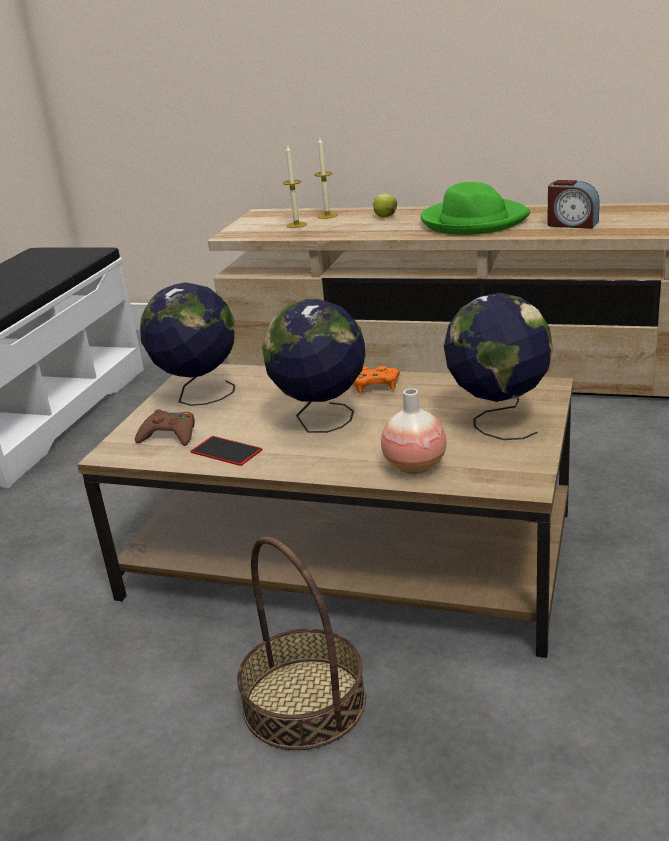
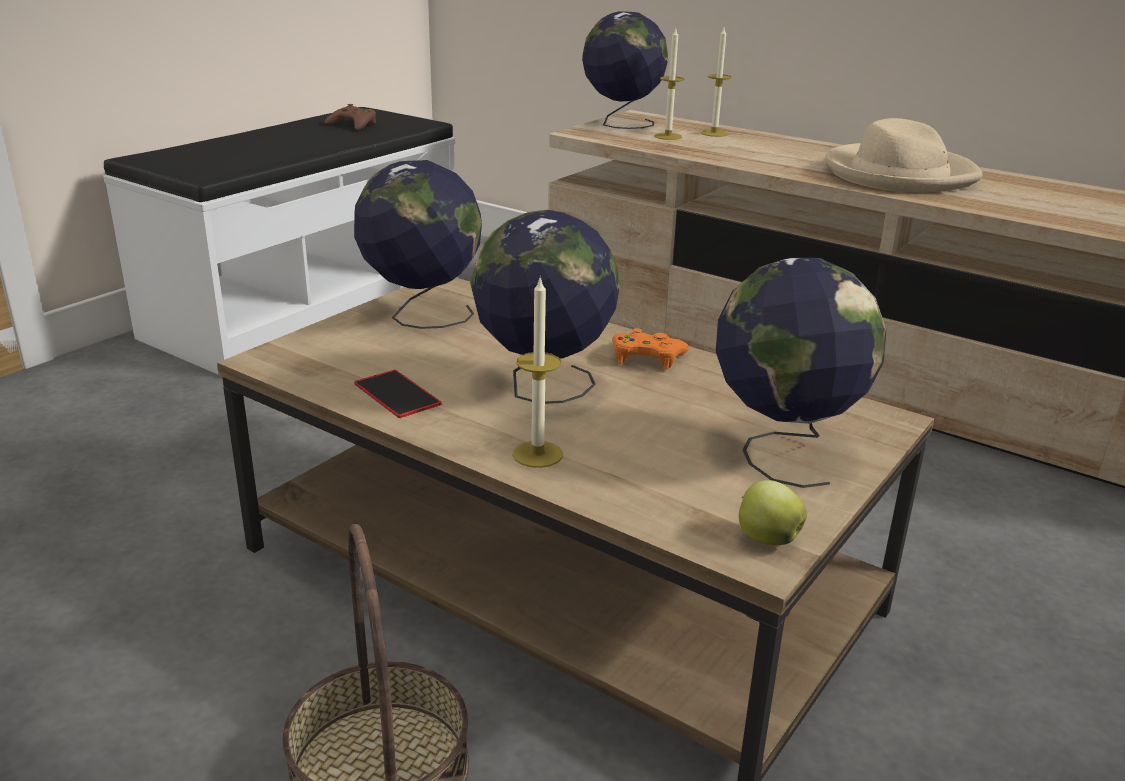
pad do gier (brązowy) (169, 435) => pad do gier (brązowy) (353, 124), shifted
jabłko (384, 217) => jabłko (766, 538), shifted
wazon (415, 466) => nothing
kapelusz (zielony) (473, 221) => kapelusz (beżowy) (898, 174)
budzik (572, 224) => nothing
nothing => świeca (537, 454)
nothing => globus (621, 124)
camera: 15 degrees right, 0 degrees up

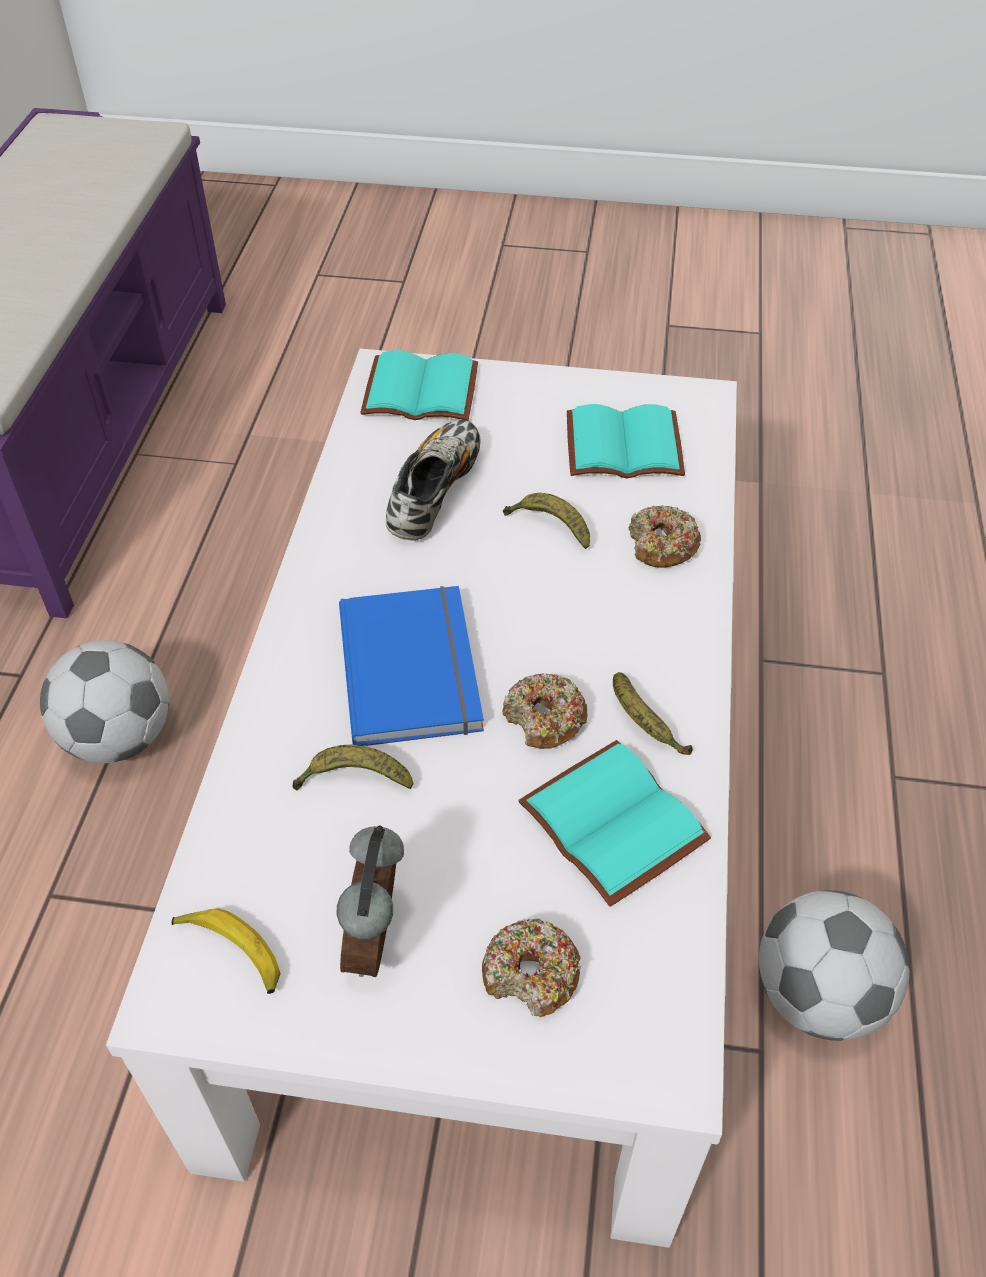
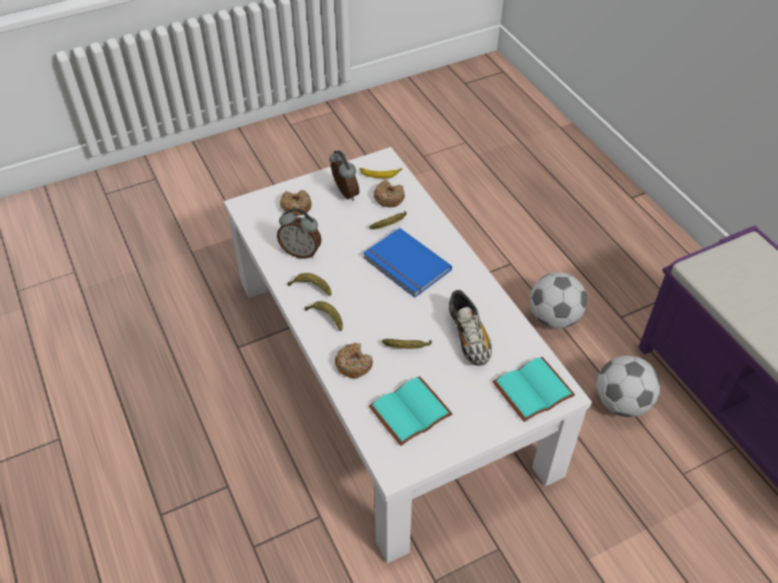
donut (544, 720) => donut (389, 198), shifted
książka (turkusowy) (607, 823) => budzik (301, 252)
piłka futbolowa (818, 996) => piłka futbolowa (621, 403), shifted
nothing => banan (326, 318)
camera: 145 degrees right, 0 degrees up

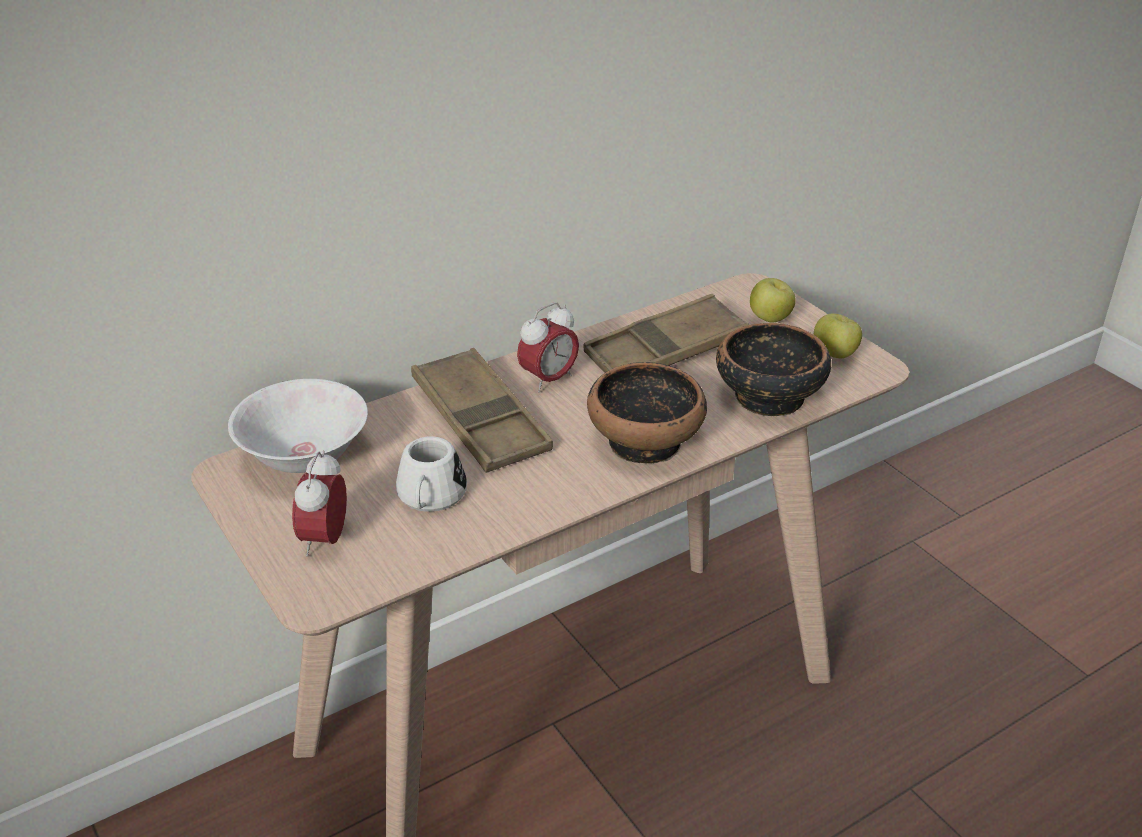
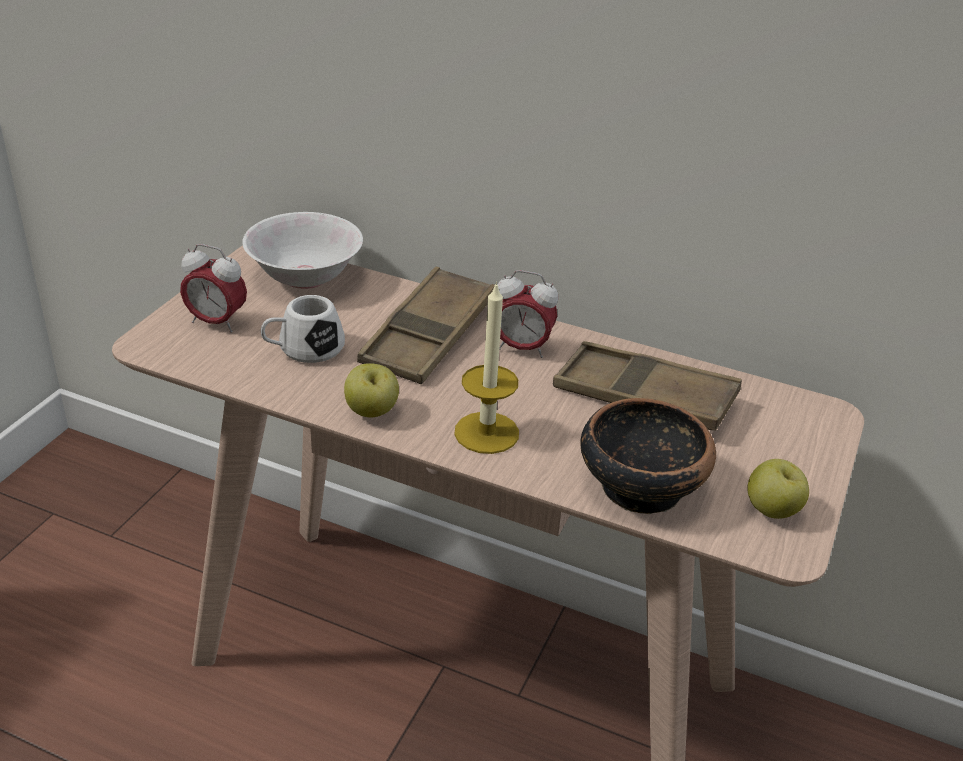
budzik (325, 540) => budzik (216, 322), 135 degrees counterclockwise
miska (646, 441) => świeca (486, 432)
jabłko (770, 319) => jabłko (371, 412), shifted
camera: 55 degrees right, 0 degrees up

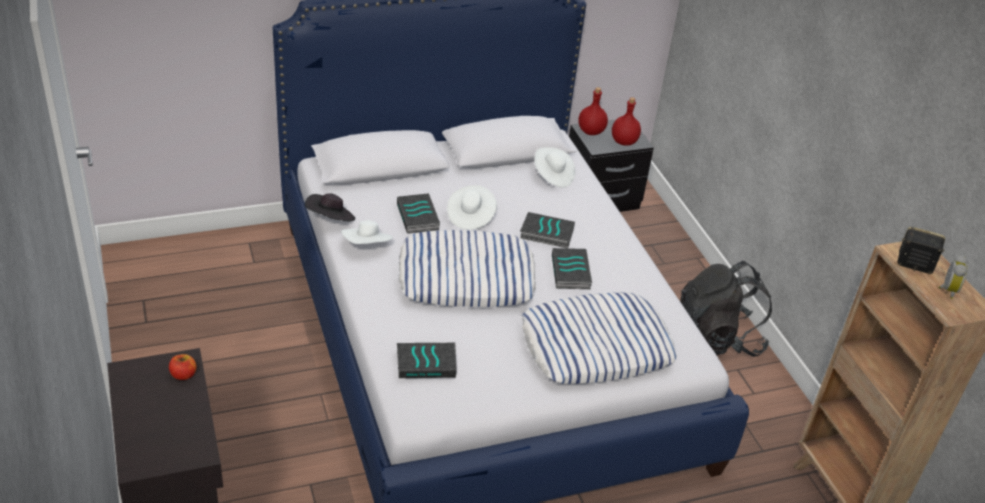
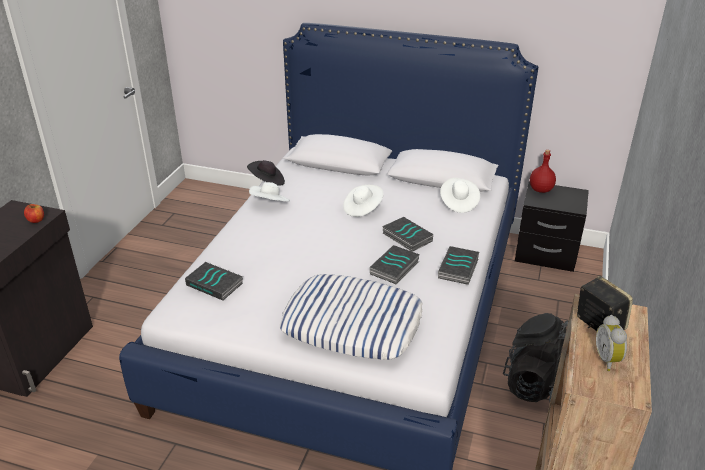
książka (419, 217) => książka (459, 269), shifted
poduszka (466, 277) => nothing
butelka (czerwony) (624, 142) => nothing
budzik (946, 290) => budzik (608, 360), 120 degrees clockwise
camera: 40 degrees right, 5 degrees down

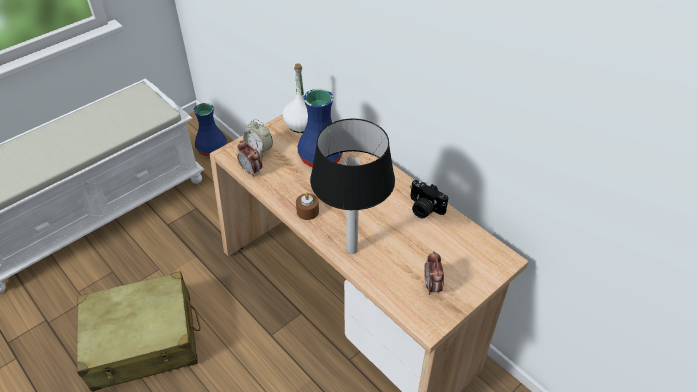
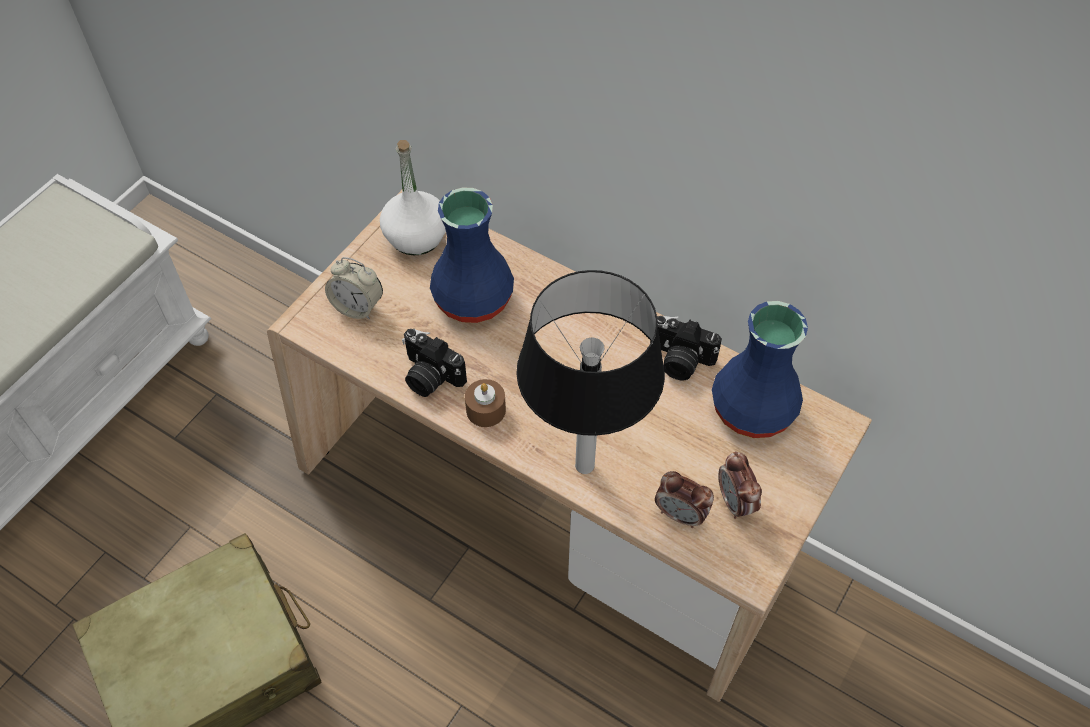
wazon (niebieski) (212, 150) => wazon (niebieski) (753, 410), shifted
budzik (251, 171) => budzik (680, 514), shifted
nothing => aparat fotograficzny (429, 376)
camera: 15 degrees left, 10 degrees up

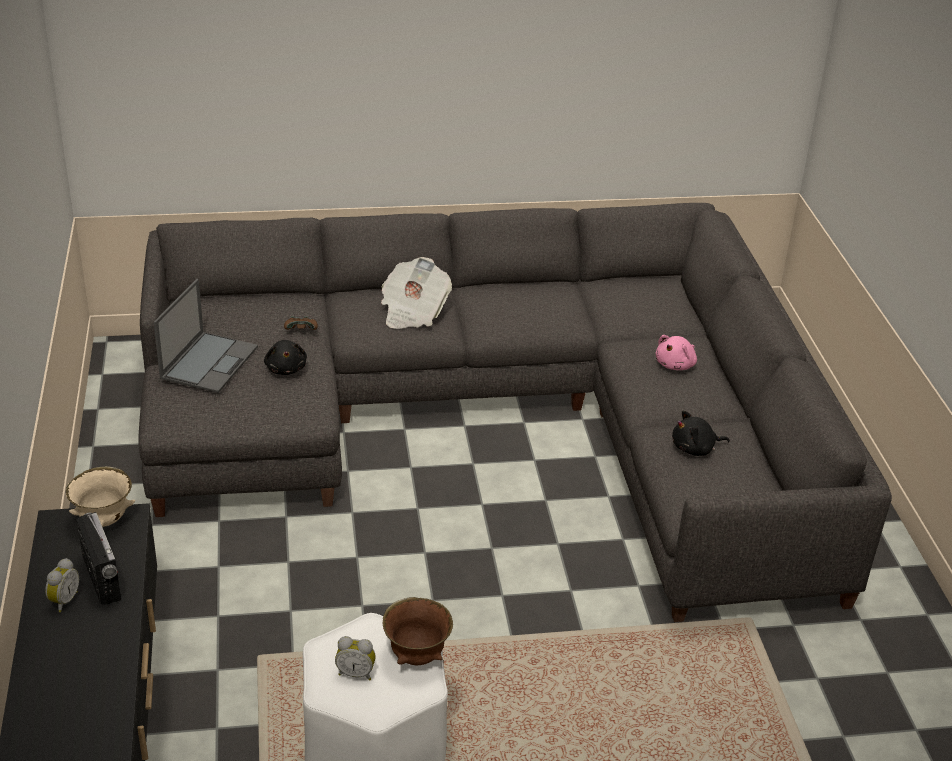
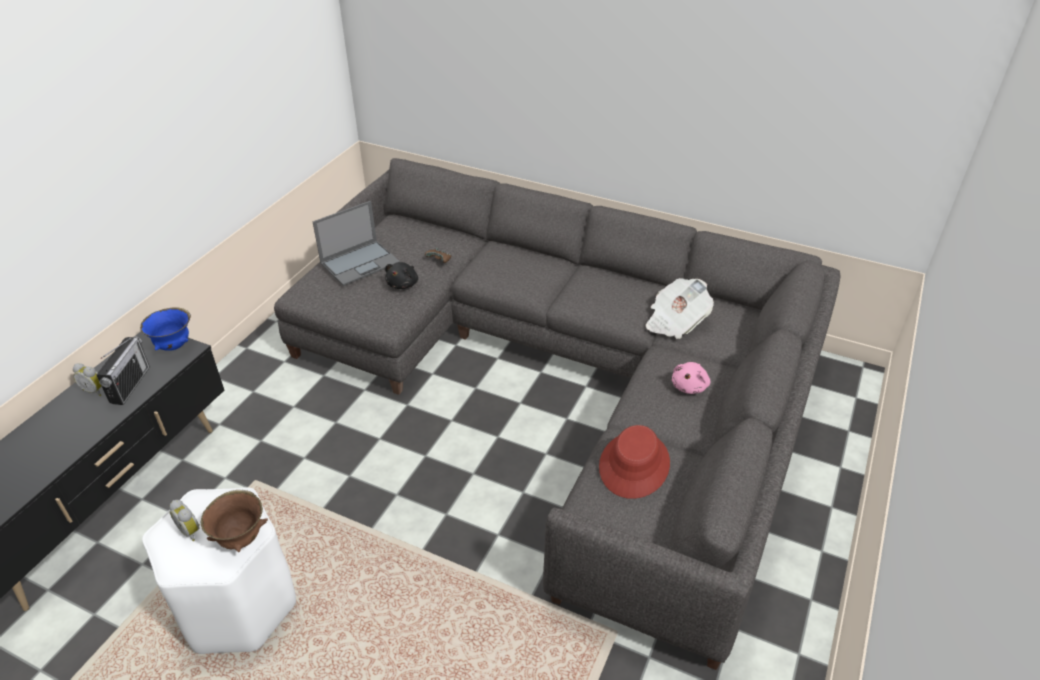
budzik (63, 600) => budzik (95, 390), 60 degrees clockwise
miska (beżowy) (104, 520) => miska (niebieski) (174, 346)
gazeta (413, 311) => gazeta (675, 322), shifted
pluszak (różowy) (676, 365) => pluszak (różowy) (690, 386), 45 degrees counterclockwise
pluszak (czarny) (695, 449) => kapelusz (czerwony) (634, 465)
camera: 35 degrees right, 5 degrees up

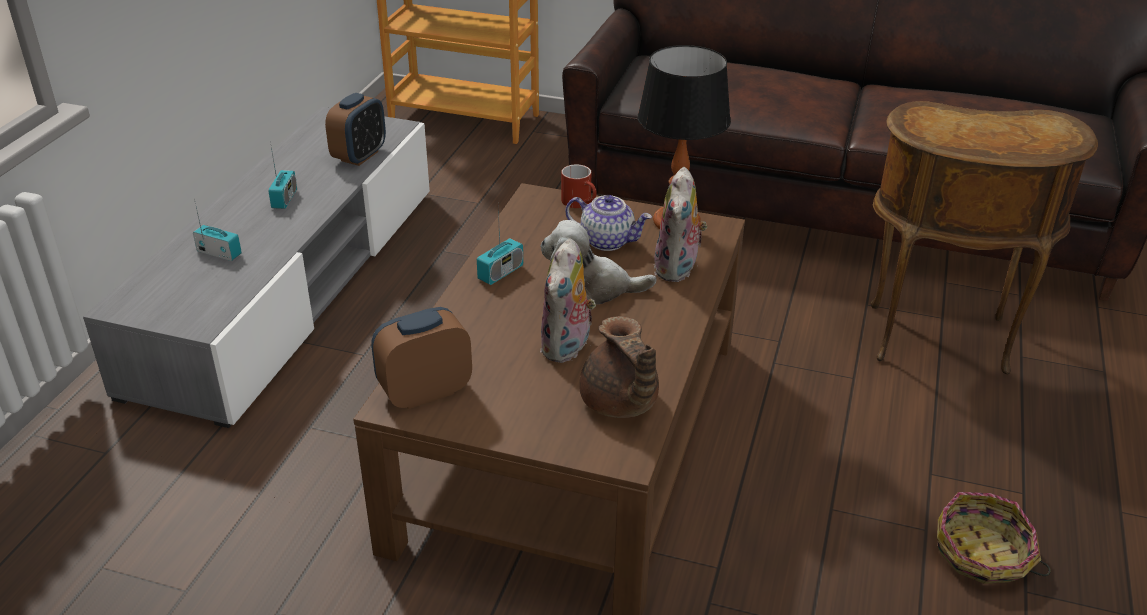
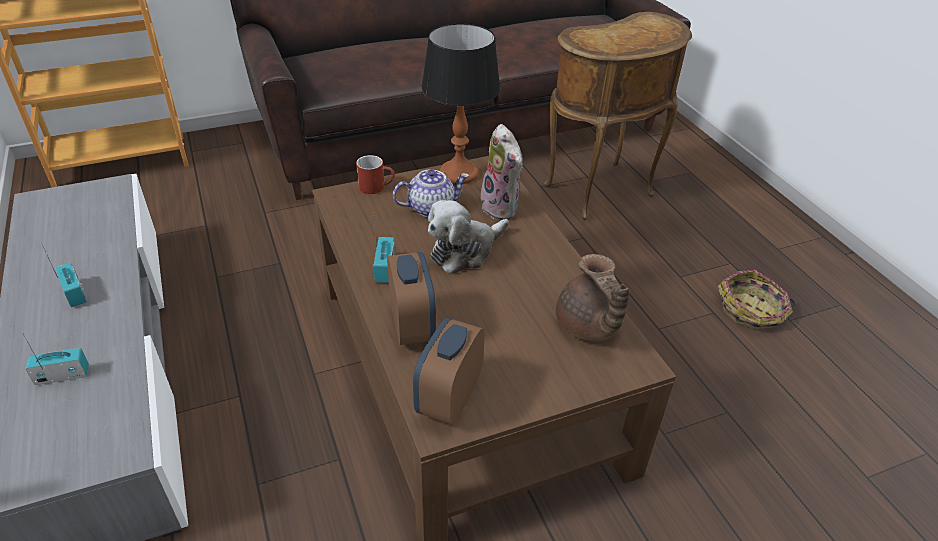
budzik (359, 156) => budzik (412, 326), shifted
pluszak (567, 348) => nothing
imbryk (brązowy) (619, 404) => imbryk (brązowy) (588, 327), 45 degrees clockwise
camera: 40 degrees left, 5 degrees up

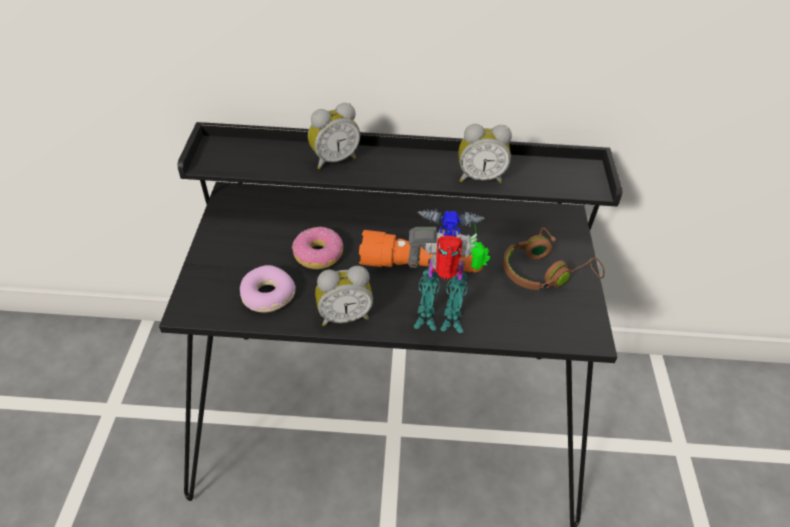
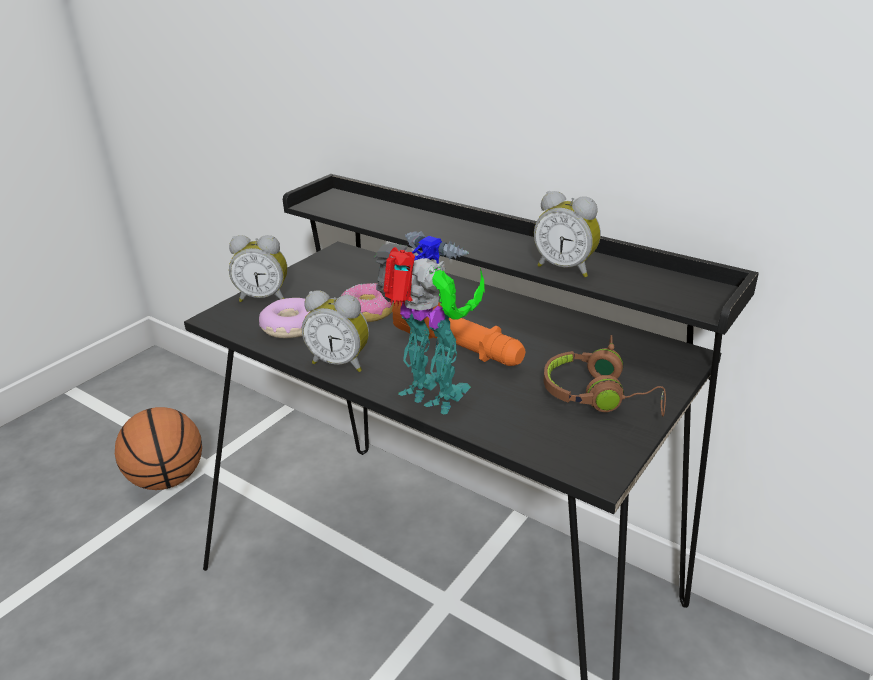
budzik (334, 159) => budzik (264, 297), shifted
nothing => piłka do koszykówki (168, 479)
camera: 35 degrees right, 15 degrees down

